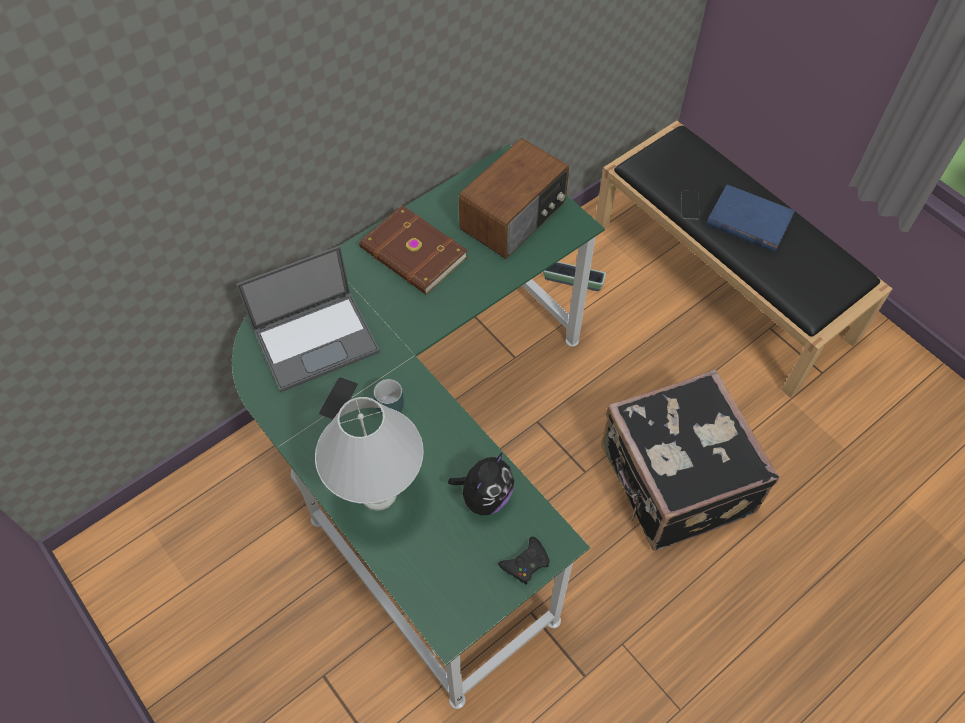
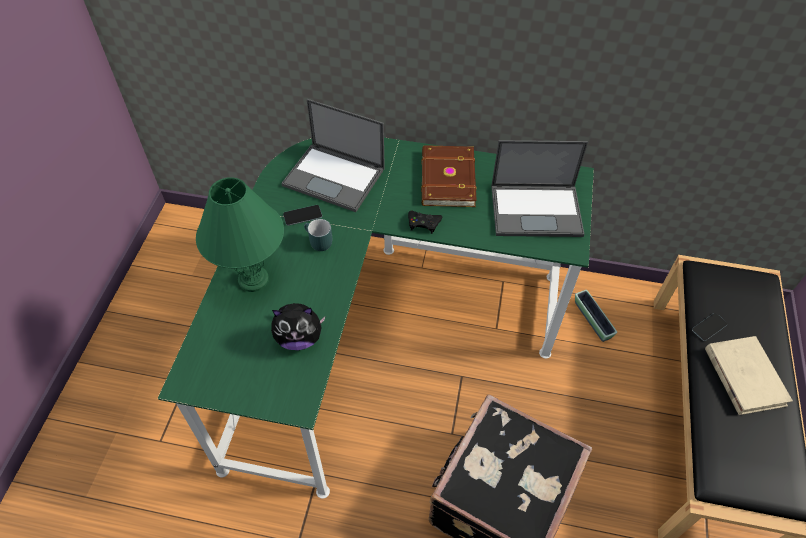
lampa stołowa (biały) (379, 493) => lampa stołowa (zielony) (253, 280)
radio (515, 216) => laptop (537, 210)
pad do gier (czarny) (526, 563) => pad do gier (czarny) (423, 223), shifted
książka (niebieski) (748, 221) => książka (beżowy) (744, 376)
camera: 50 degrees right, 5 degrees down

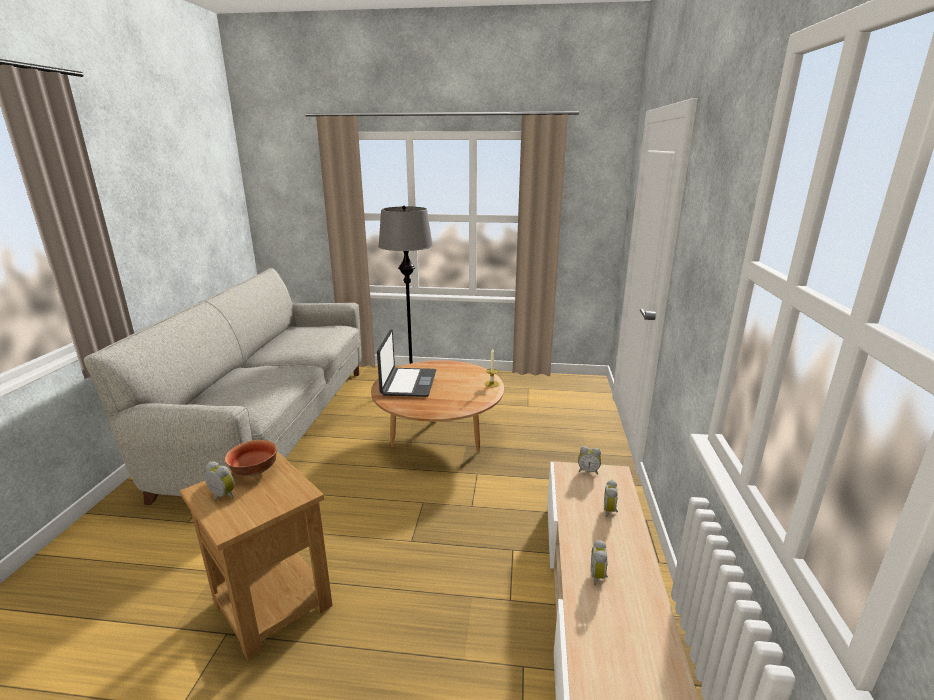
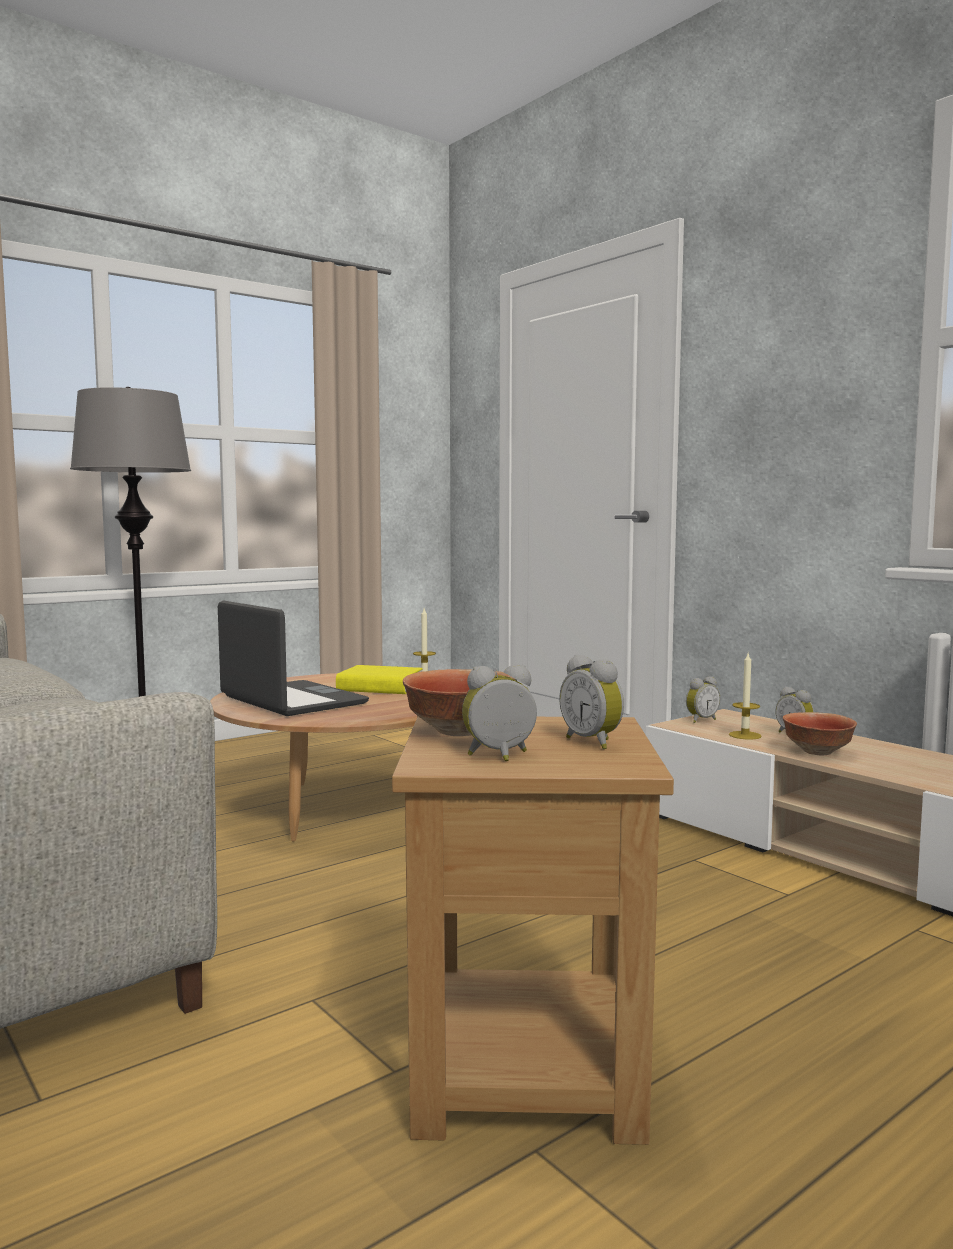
budzik (599, 576) => budzik (593, 742), shifted
nothing => książka (żółty) (380, 688)
nothing => świeca (745, 735)
nothing => miska (819, 752)
camera: 45 degrees left, 15 degrees down

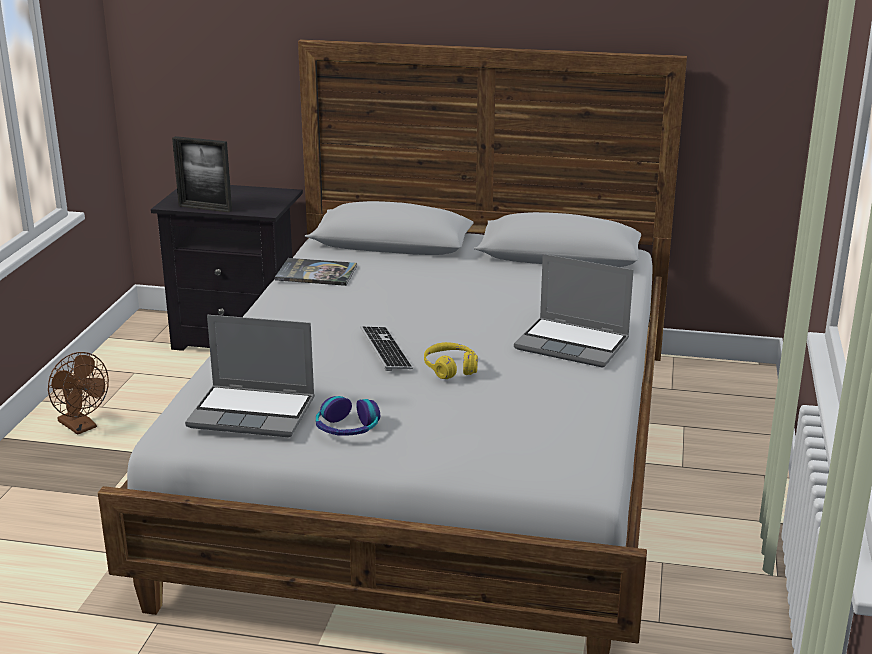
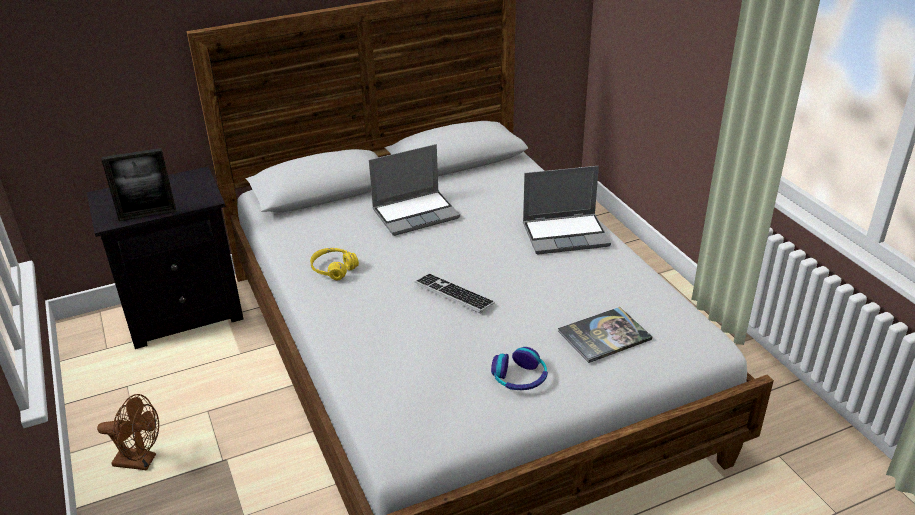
laptop (254, 413) => laptop (416, 213), shifted
książka (316, 273) => książka (604, 335), shifted
słuchawki (żółty) (450, 369) => słuchawki (żółty) (334, 269), shifted
camera: 35 degrees left, 10 degrees up

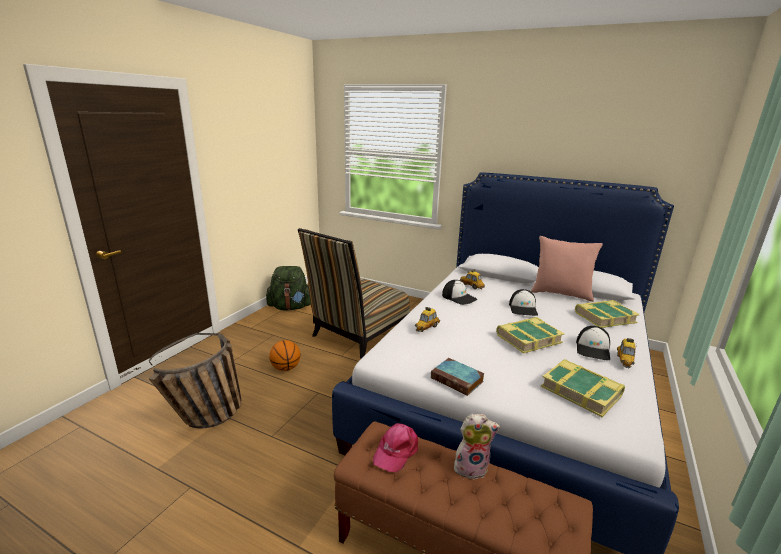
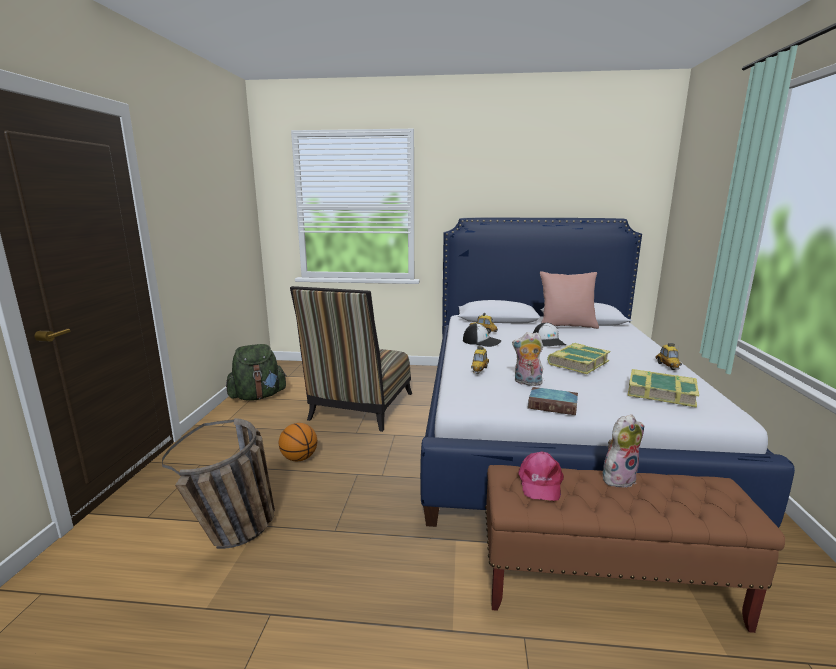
książka (604, 317) => nothing
czapka z daszkiem (593, 349) => nothing
nothing => pluszak (527, 383)
camera: 20 degrees left, 5 degrees down

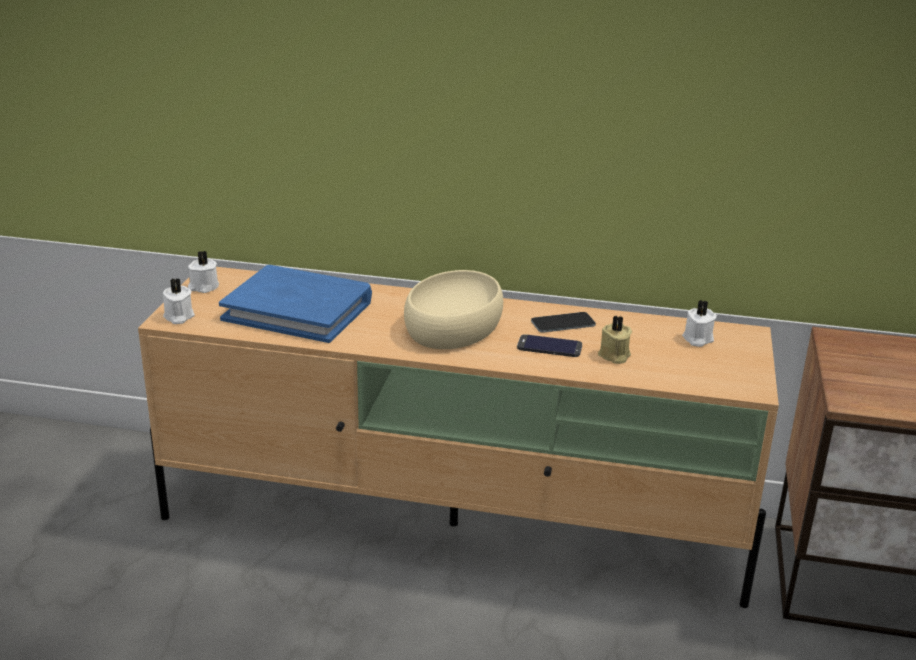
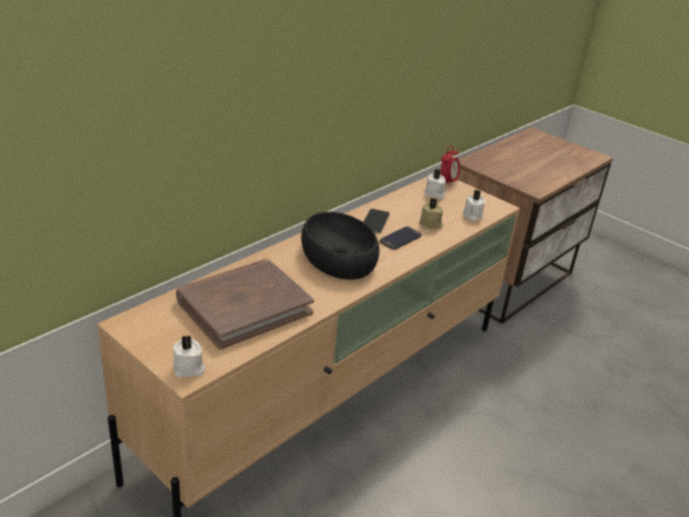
świeca (biały) (203, 287) => świeca (biały) (472, 216), shifted
książka (niebieski) (298, 309) => książka (brązowy) (244, 307)
miska (beżowy) (454, 326) => miska (czarny) (339, 257)
nothing => budzik (447, 183)
camera: 60 degrees left, 5 degrees up

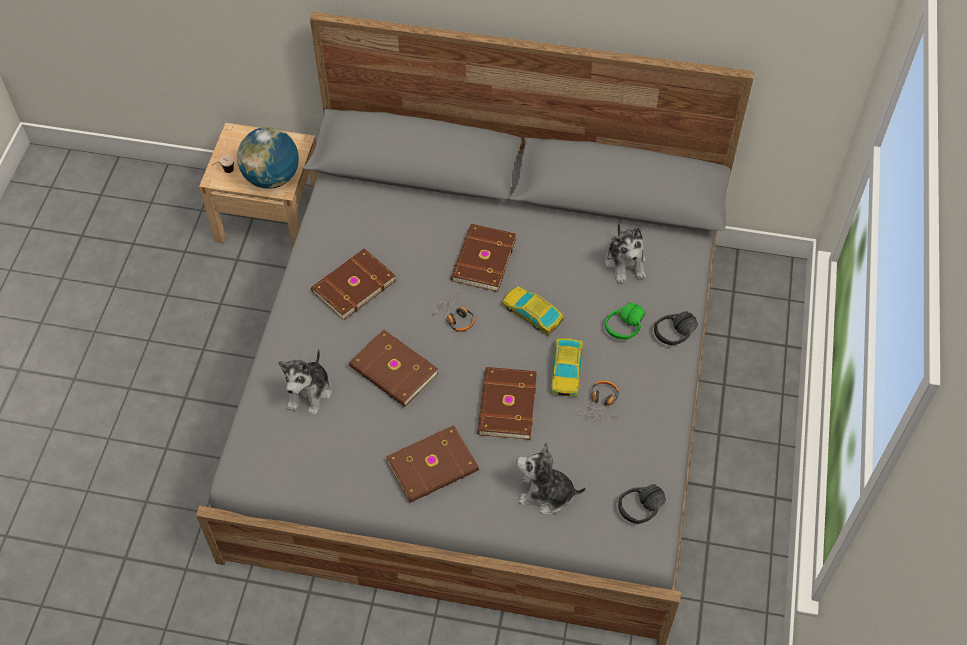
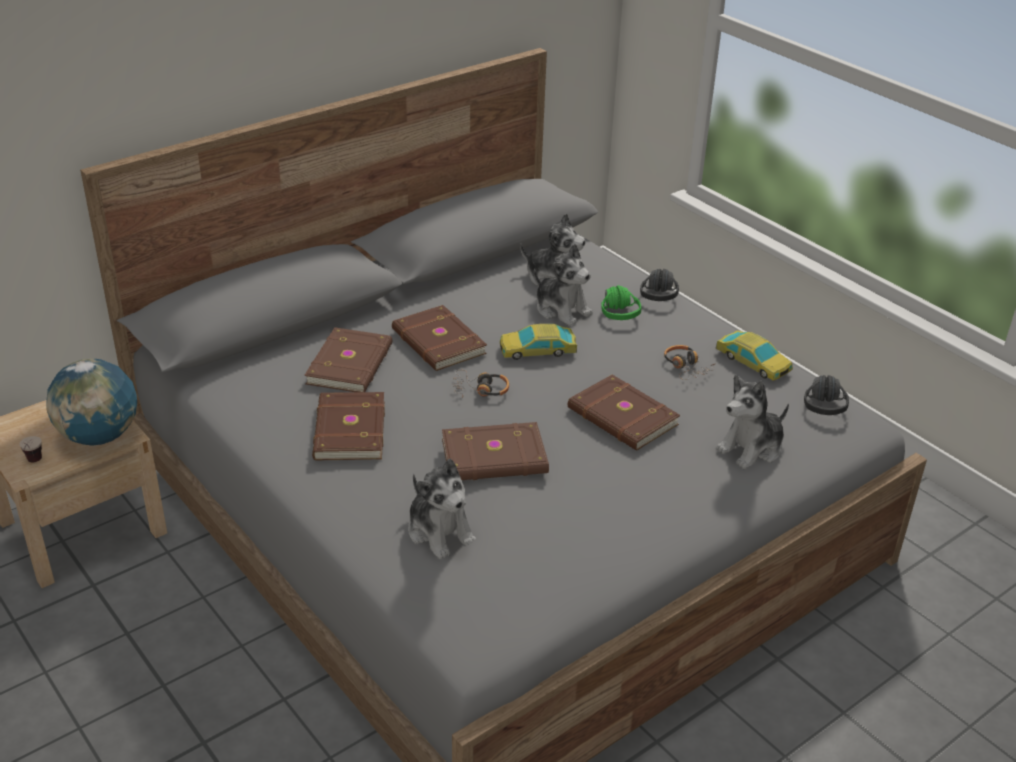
książka (brązowy) (433, 467) => książka (brązowy) (351, 364), shifted
samochodzik (566, 370) => samochodzik (753, 361), shifted
nothing => pluszak (561, 310)
camera: 50 degrees left, 20 degrees down

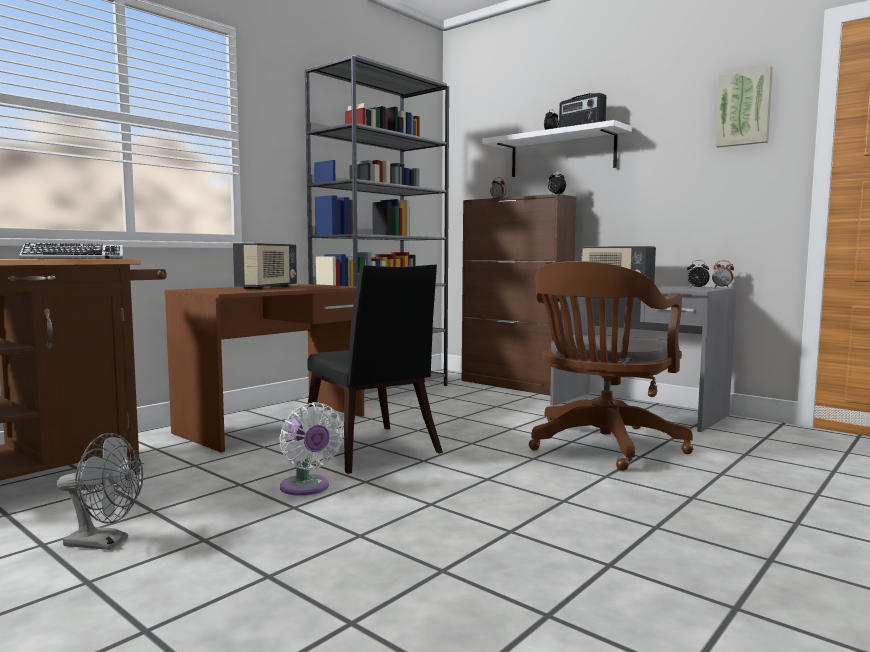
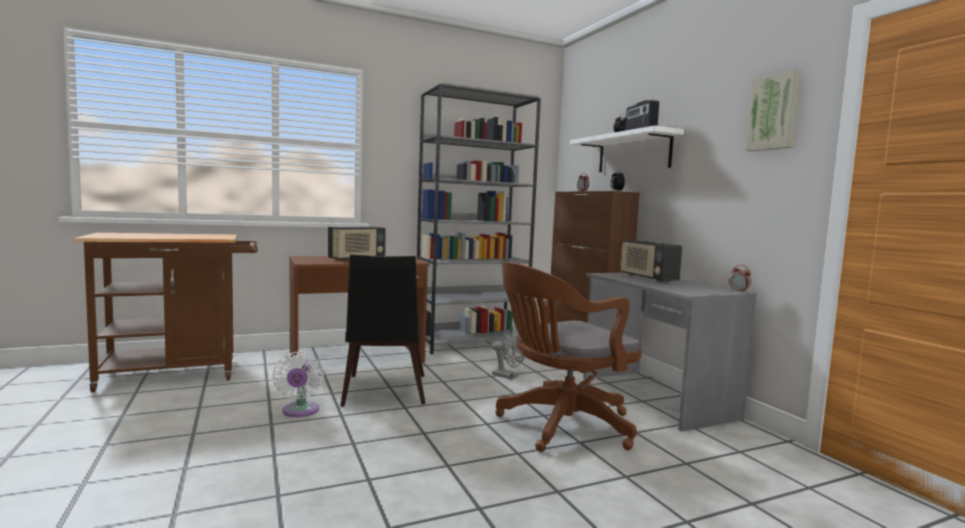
klawiatura (74, 258) => nothing
wentylator (szary) (105, 543) => wentylator (szary) (508, 376), shifted
budzik (697, 288) => nothing
camera: 25 degrees right, 0 degrees up

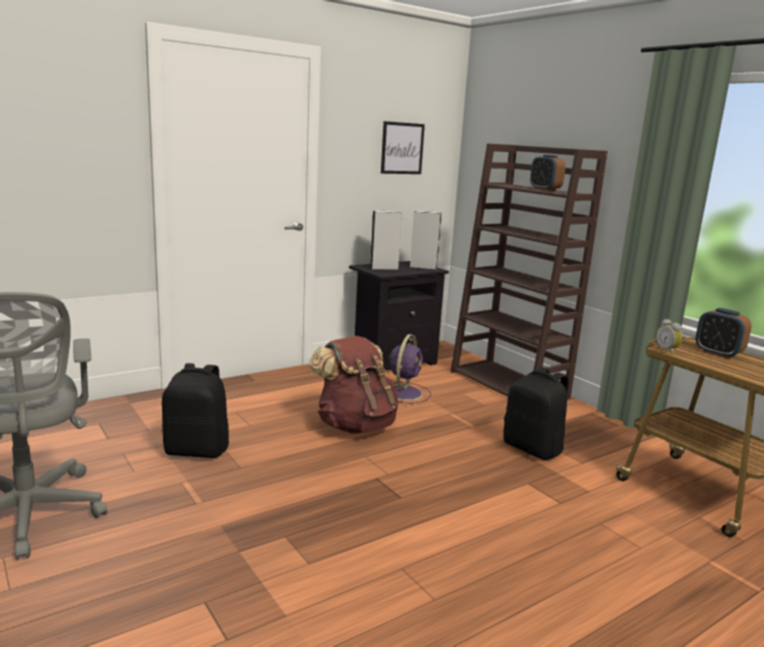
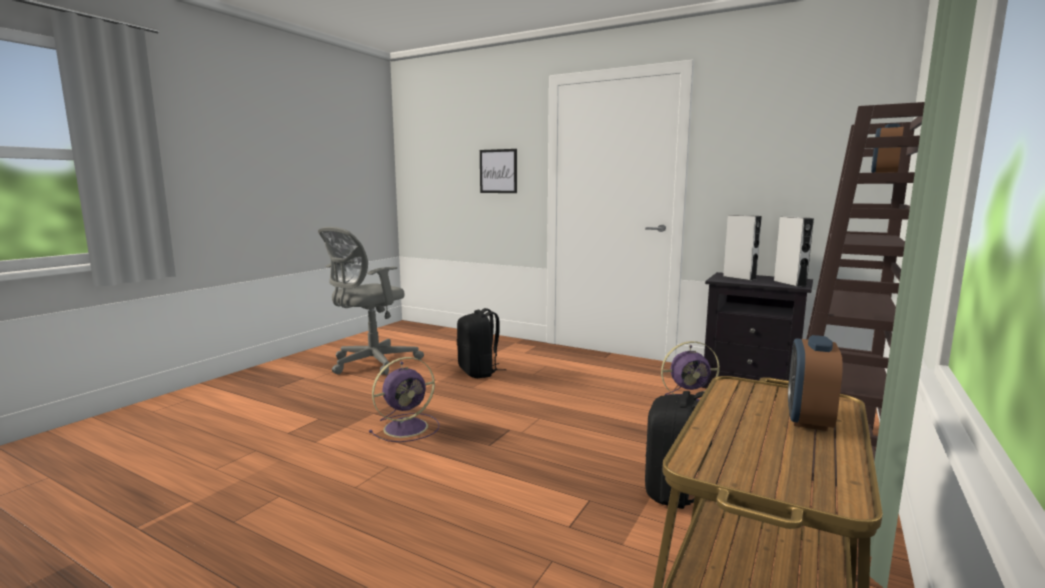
plecak (brązowy) (355, 425) => nothing
obraz (402, 148) => obraz (498, 171), shifted
budzik (667, 351) => nothing
nothing => wentylator (fioletowy) (408, 427)
camera: 65 degrees right, 5 degrees down

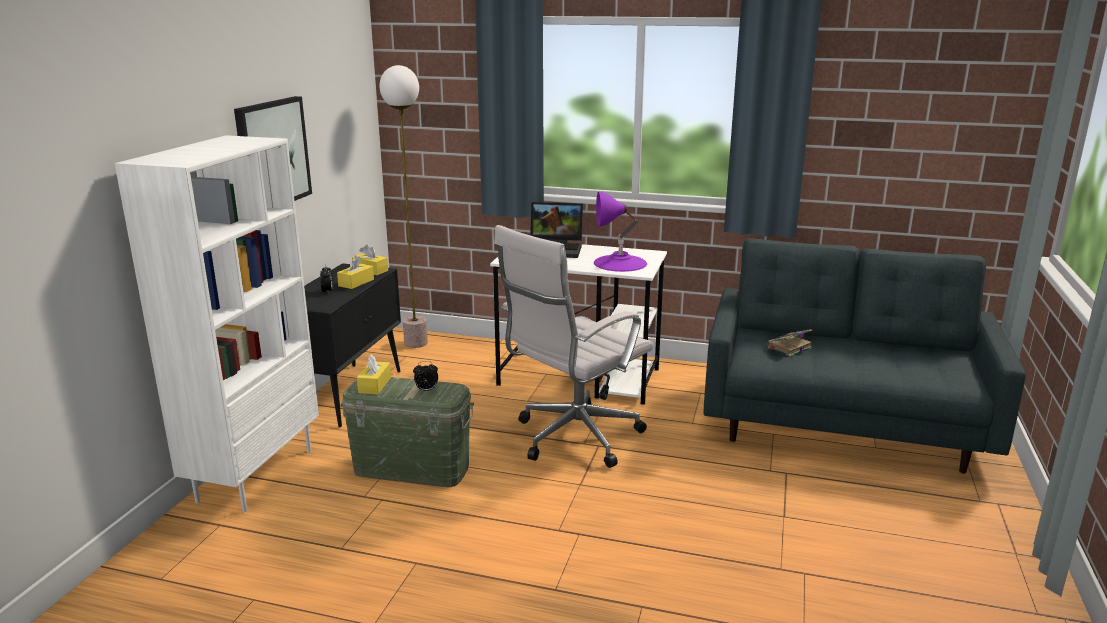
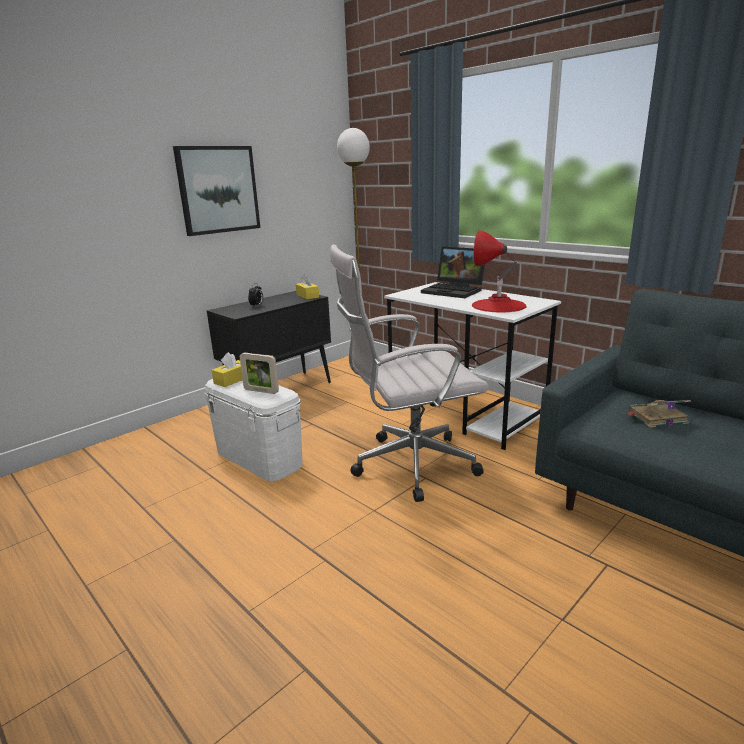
regał (biały) (255, 474) => nothing
pudełko chusteczek (żółty) (356, 283) => nothing
pojemnik do przechowywania (zielony) (412, 468) => pojemnik do przechowywania (biały) (259, 458)
budzik (426, 390) => ramka na zdjęcie (261, 391)
lampa stołowa (fioletowy) (620, 263) => lampa stołowa (czerwony) (498, 305)
camera: 30 degrees right, 0 degrees up

